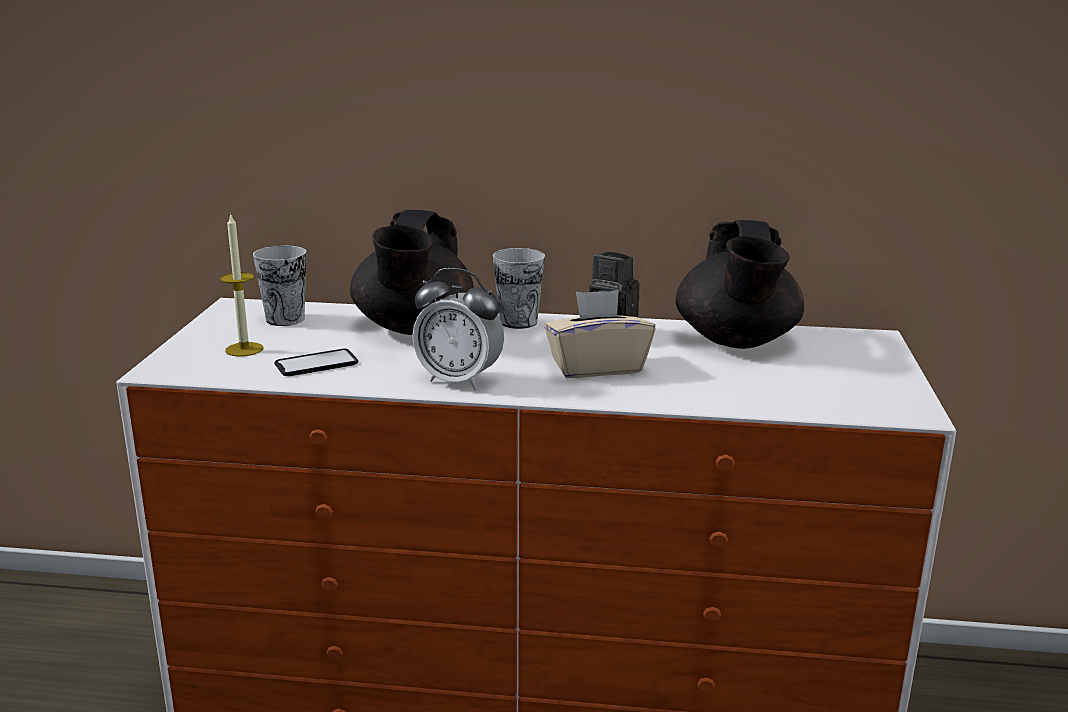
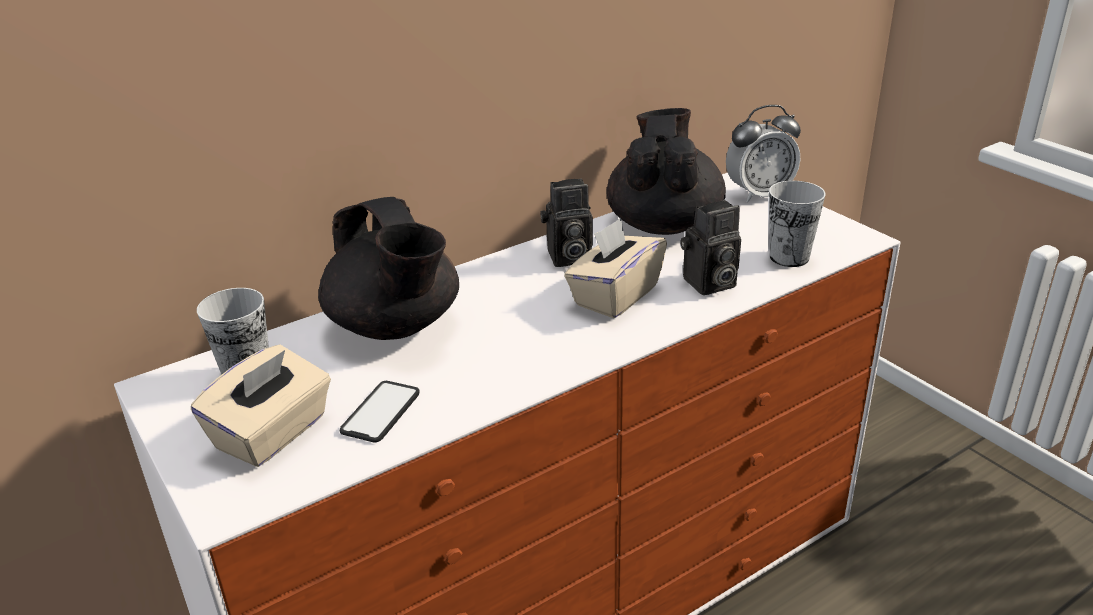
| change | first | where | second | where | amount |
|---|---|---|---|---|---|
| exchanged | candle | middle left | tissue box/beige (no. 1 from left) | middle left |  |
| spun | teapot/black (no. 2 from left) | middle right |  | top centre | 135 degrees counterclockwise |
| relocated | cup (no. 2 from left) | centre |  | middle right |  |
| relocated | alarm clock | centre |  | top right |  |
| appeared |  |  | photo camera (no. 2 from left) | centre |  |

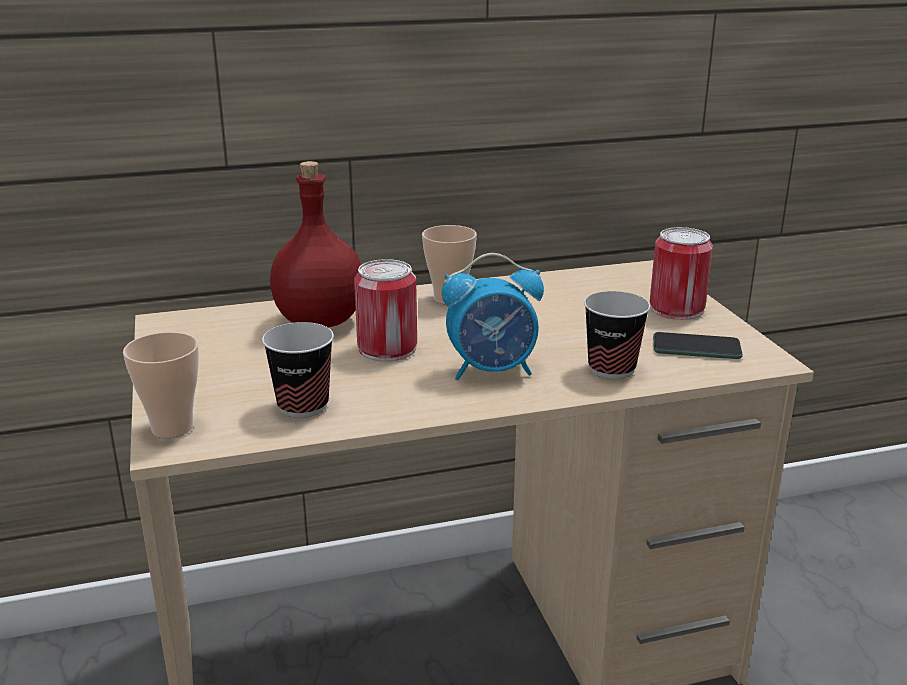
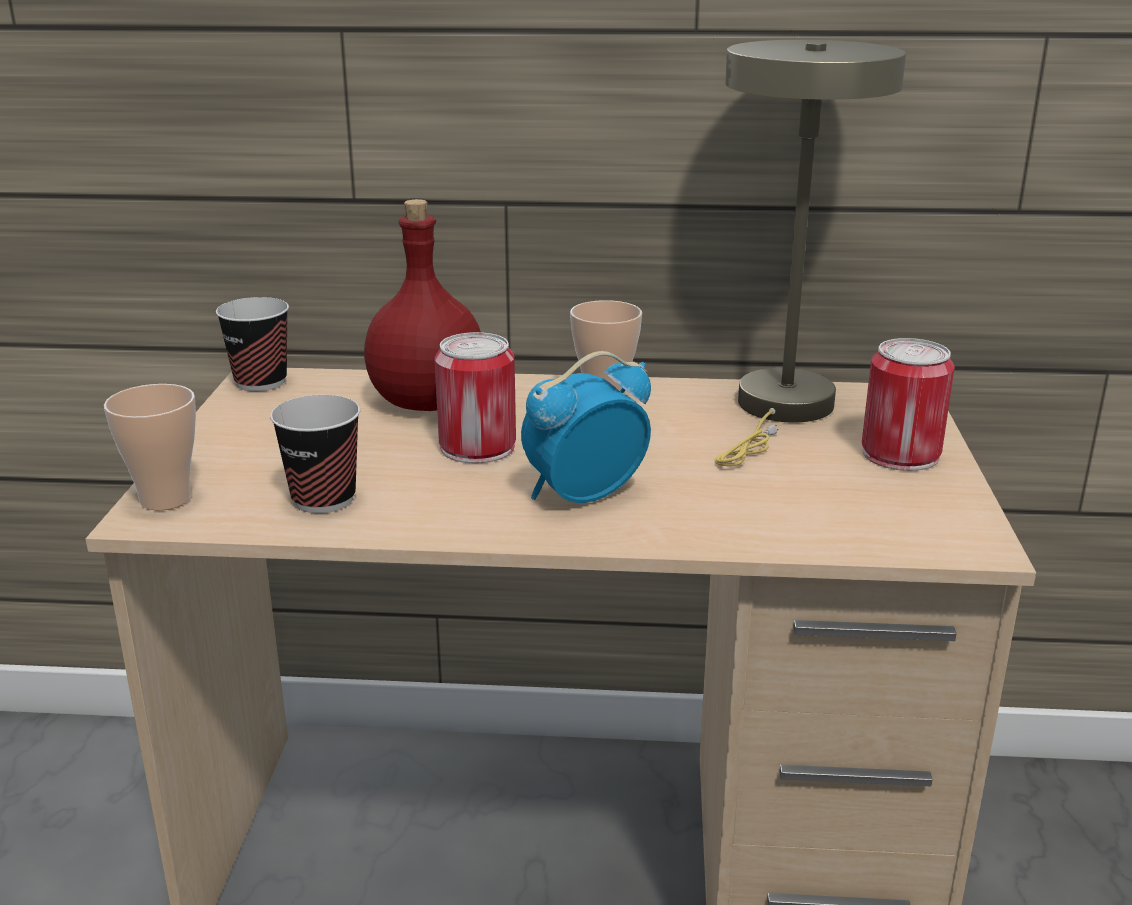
| change | first | where | second | where | amount |
|---|---|---|---|---|---|
| spun | alarm clock | centre |  | centre | 135 degrees clockwise |
| relocated | cup (no. 4 from left in the first image) | middle right | cup (no. 2 from left) | middle left |  |
| missing | phone | middle right |  |  |  |
| appeared |  |  | table lamp/beige | top right |  |

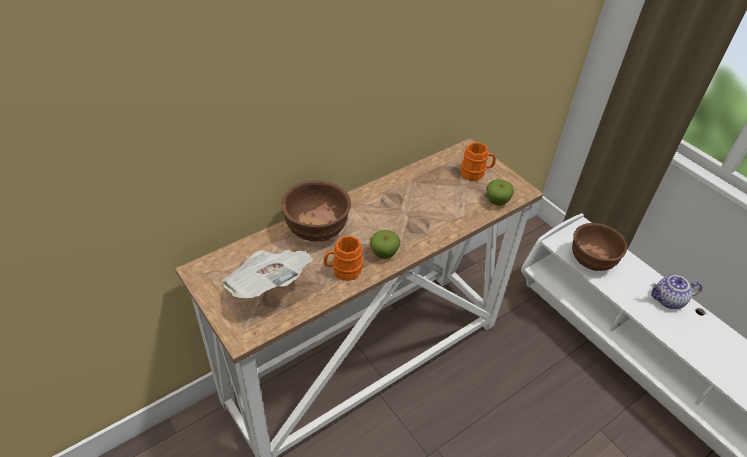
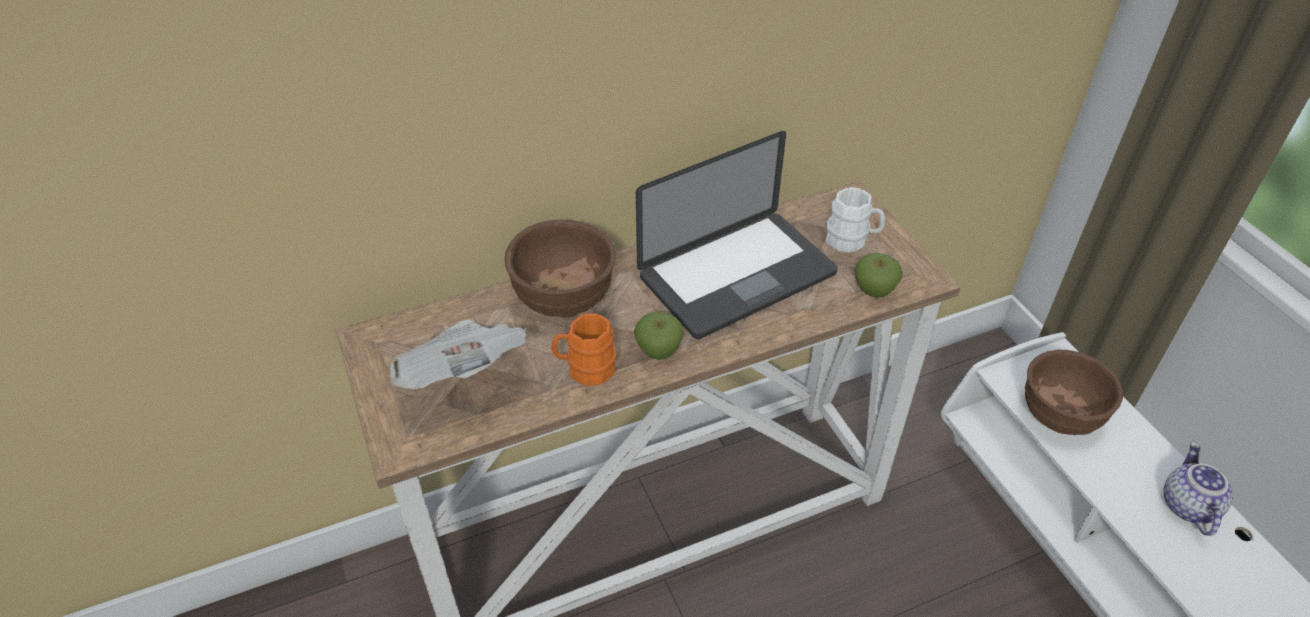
| change | first | where | second | where | amount |
|---|---|---|---|---|---|
| colour | mug/orange (no. 2 from left) | centre | mug/white | centre |  |
| spun | teapot | middle right |  | bottom right | 90 degrees clockwise |
| appeared |  |  | laptop | centre |  |

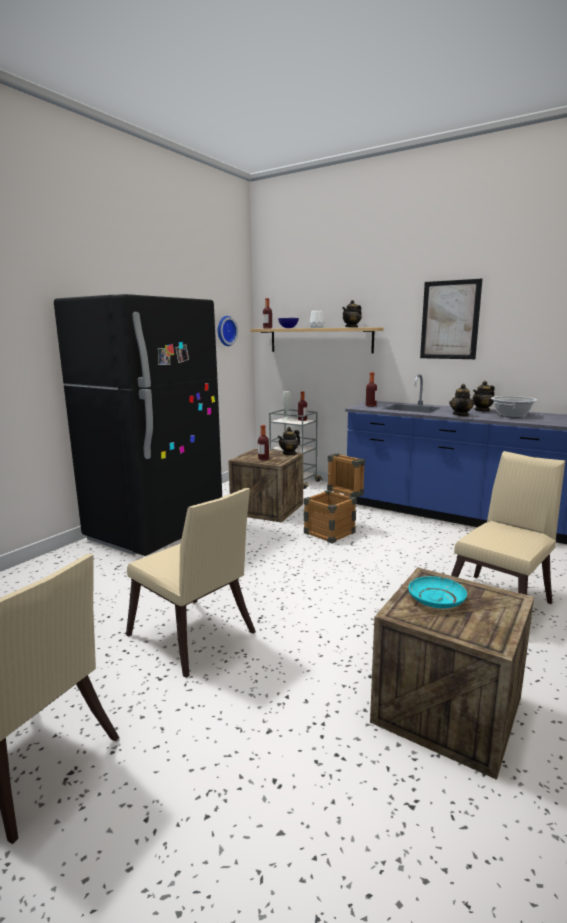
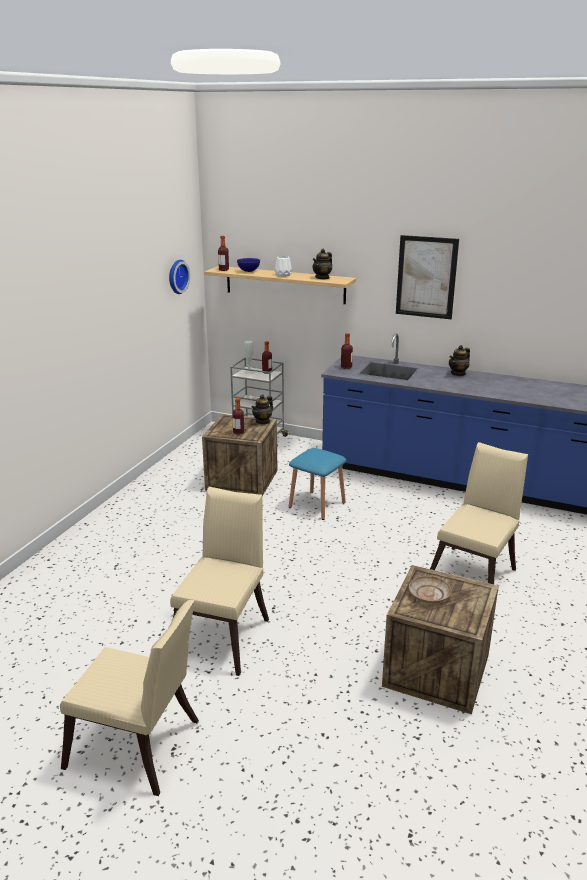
| change | first | where | second | where | amount |
|---|---|---|---|---|---|
| missing | fridge/black | middle left |  |  |  |
| missing | teapot (no. 3 from left) | middle right |  |  |  |
| missing | cooking pot | middle right |  |  |  |
| exchanged | crate (no. 2 from left) | centre | stool/blue | centre |  |
| spun | chair/beige (no. 2 from left) | centre |  | centre | 105 degrees counterclockwise |
| colour | plate/turquoise | middle right | plate/beige | bottom right |  |

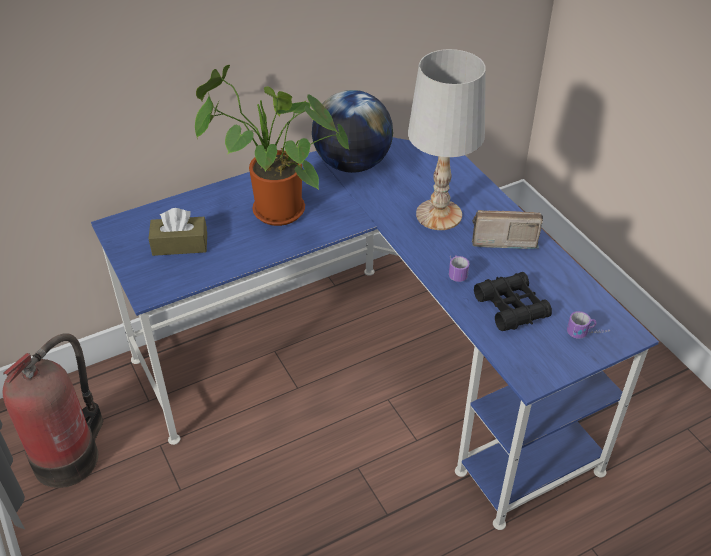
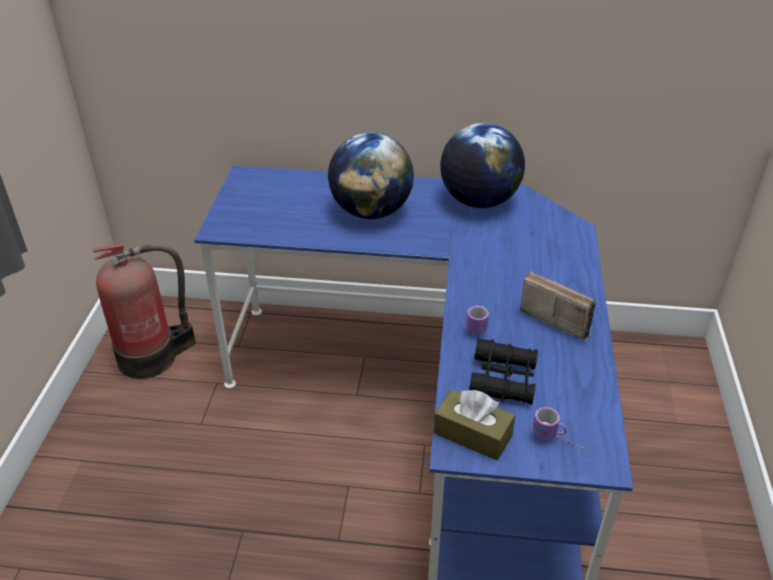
| change | first | where | second | where | amount |
|---|---|---|---|---|---|
| missing | table lamp/white | top centre |  |  |  |
| exchanged | potted plant | top centre | globe (no. 1 from left) | top centre |  |
| relocated | tissue box/brown | middle left |  | bottom centre |  |

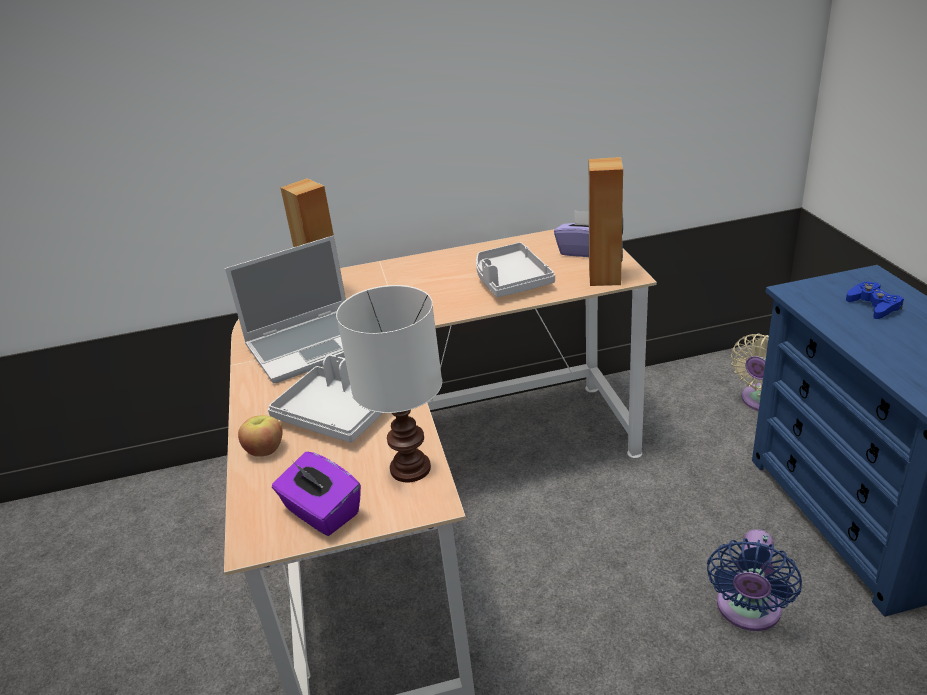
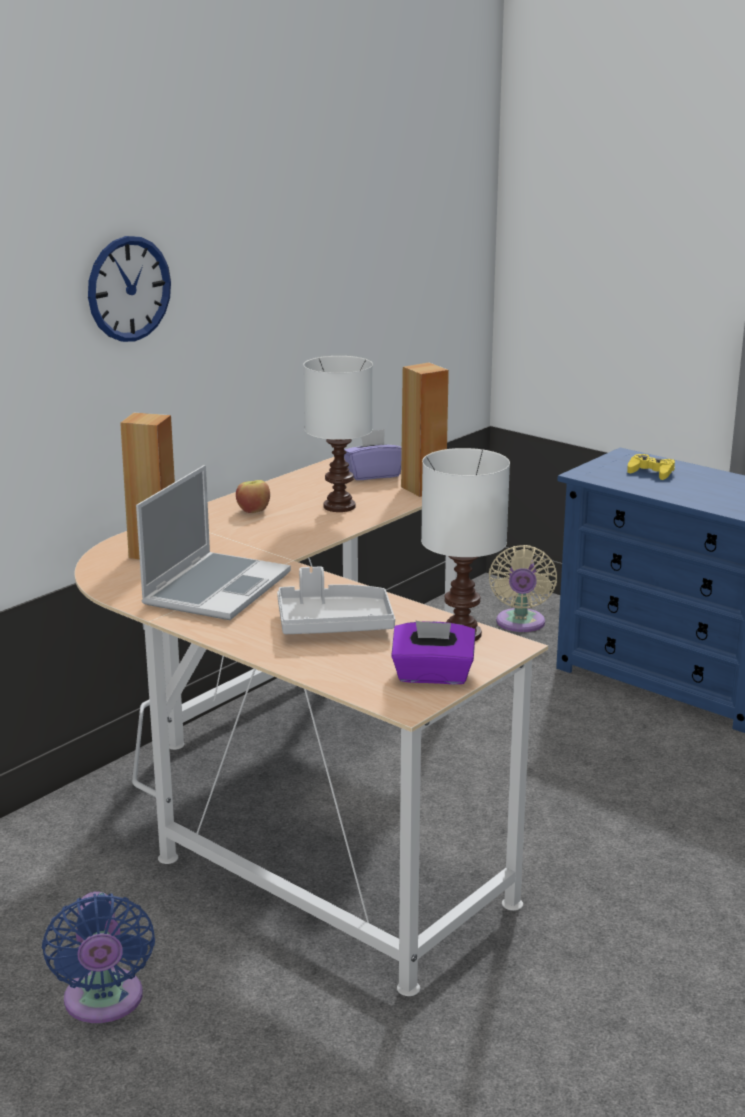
| change | first | where | second | where | amount |
|---|---|---|---|---|---|
| exchanged | tray/grey (no. 2 from left) | centre | table lamp/white (no. 1 from left) | centre |  |
| colour | game controller/blue | middle right | game controller/yellow | middle right |  |
| relocated | apple | middle left |  | centre |  |
| relocated | fan/blue | bottom right |  | bottom left |  |
| appeared |  |  | wall clock | top left |  |

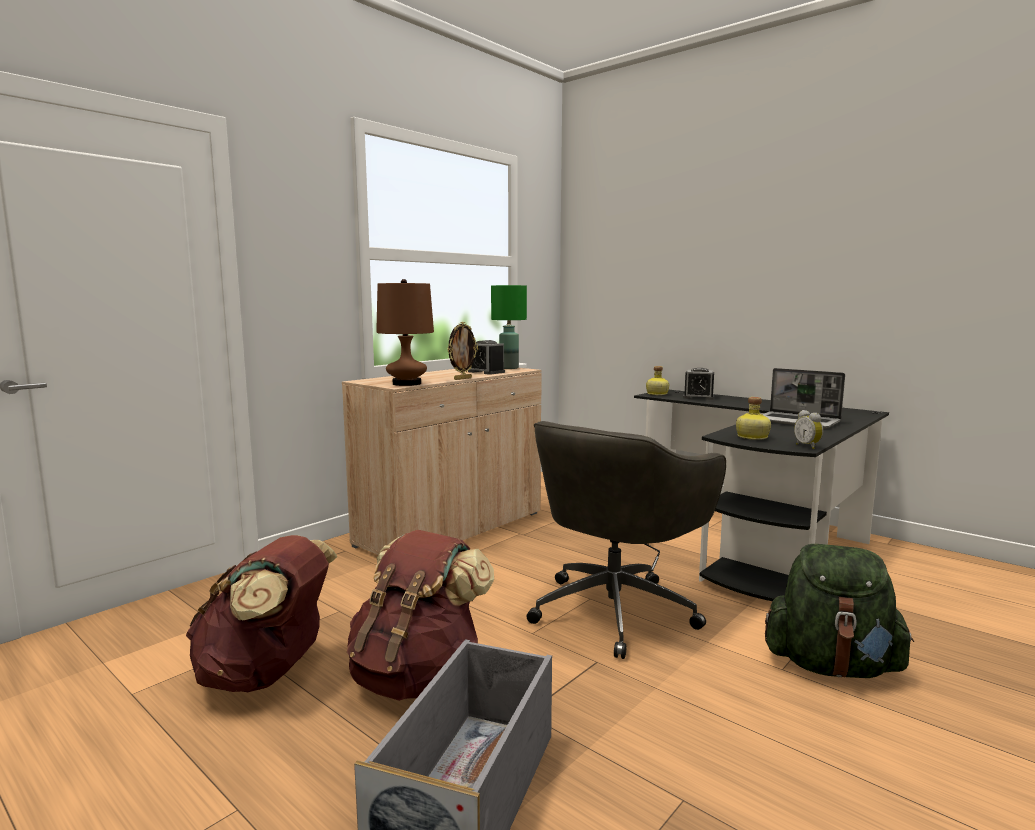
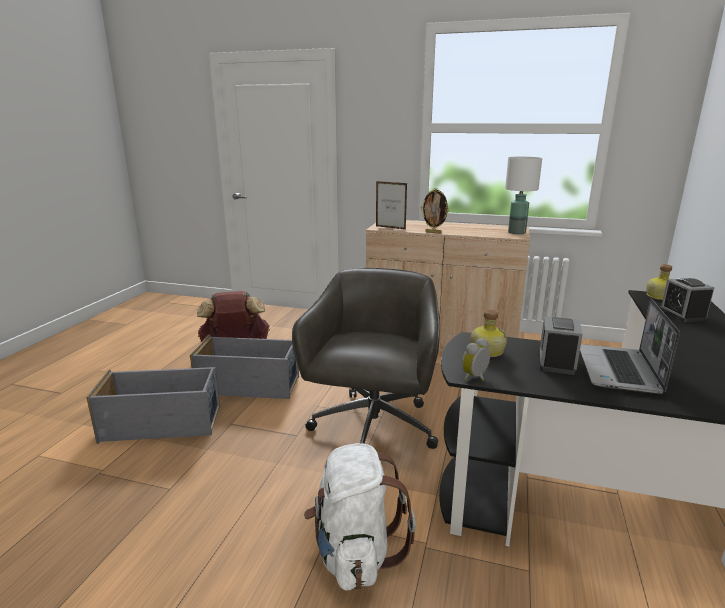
| change | first | where | second | where | amount |
|---|---|---|---|---|---|
| exchanged | table lamp/brown | centre | picture frame (no. 1 from left) | centre |  |
| colour | table lamp/green | centre | table lamp/white | top right |  |
| relocated | alarm clock (no. 1 from left in the first image) | centre | alarm clock (no. 2 from left) | middle right |  |
| spun | office chair/grey | centre |  | centre | 90 degrees clockwise |
| exchanged | backpack/brown (no. 2 from left) | bottom centre | storage box/grey (no. 2 from left) | centre |  |
| colour | backpack/green | bottom right | backpack/white | bottom centre |  |

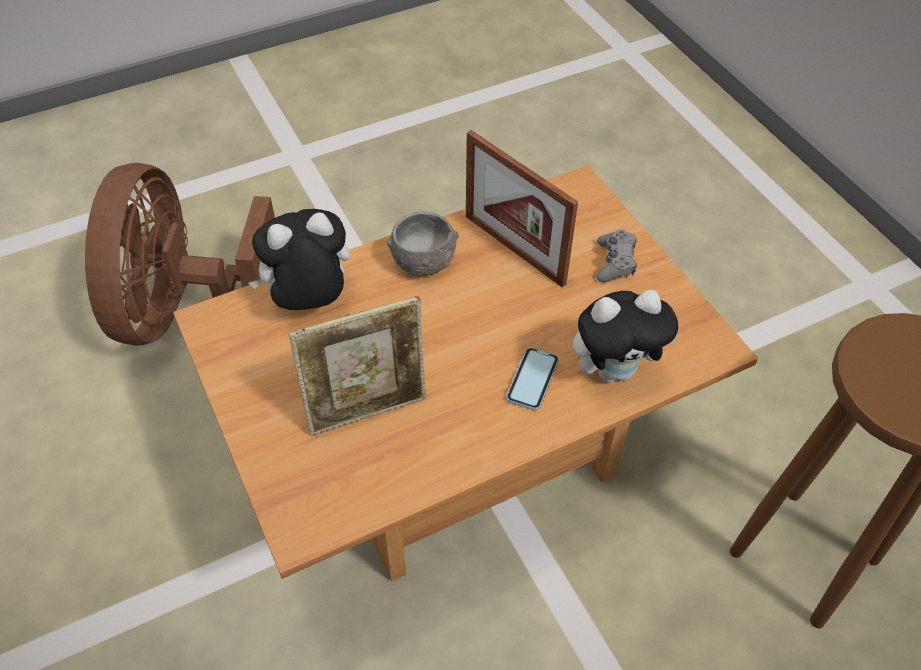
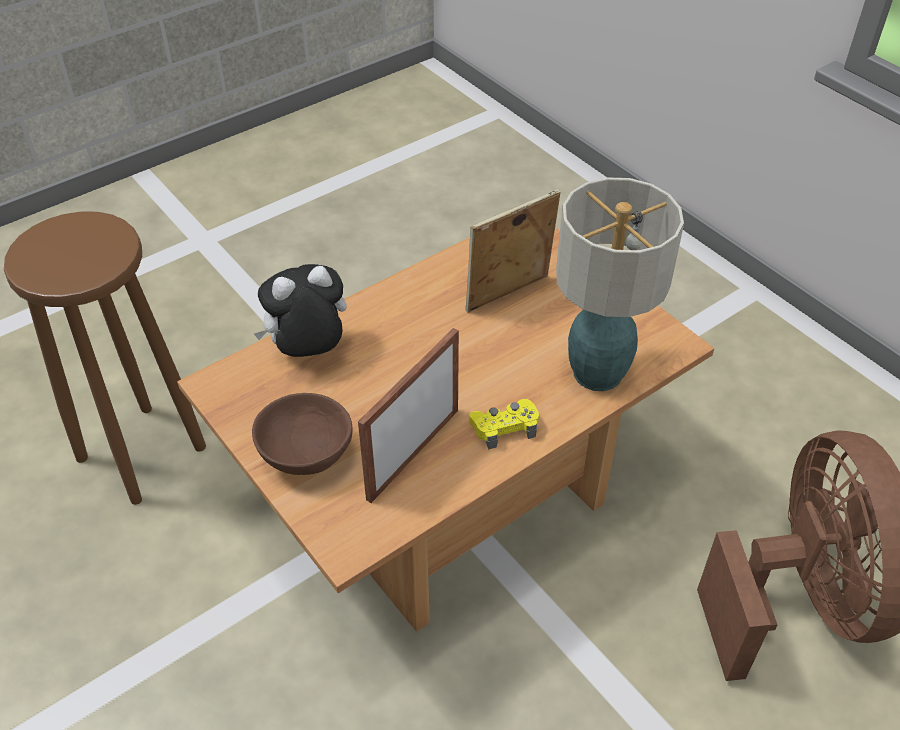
| change | first | where | second | where | amount |
|---|---|---|---|---|---|
| spun | picture frame (no. 2 from left in the first image) | top centre | picture frame (no. 1 from left) | centre | 90 degrees counterclockwise |
| exchanged | plush toy (no. 1 from left) | middle left | table lamp | middle right |  |
| exchanged | bowl/grey | centre | game controller/yellow | centre |  |
| exchanged | game controller/grey | middle right | bowl/brown | centre |  |
| missing | phone | centre |  |  |  |

